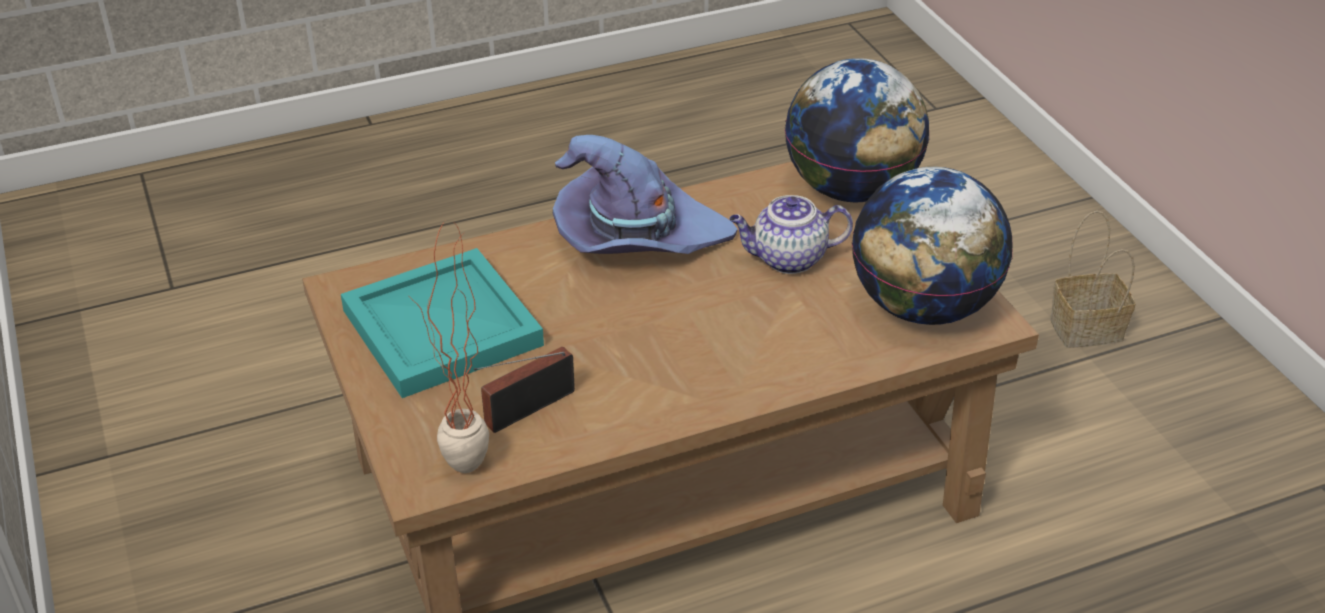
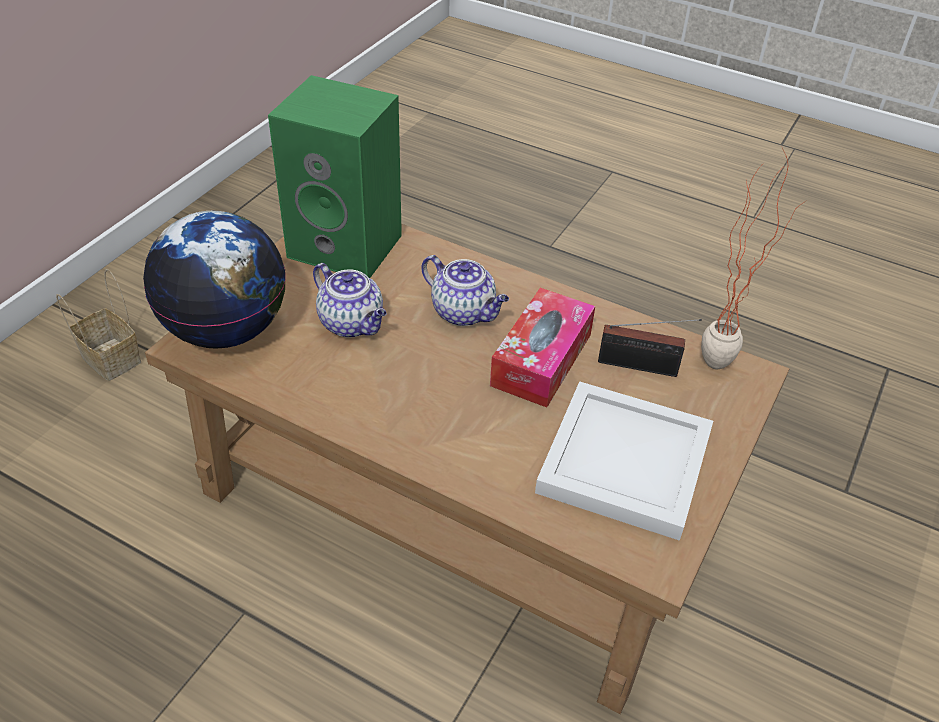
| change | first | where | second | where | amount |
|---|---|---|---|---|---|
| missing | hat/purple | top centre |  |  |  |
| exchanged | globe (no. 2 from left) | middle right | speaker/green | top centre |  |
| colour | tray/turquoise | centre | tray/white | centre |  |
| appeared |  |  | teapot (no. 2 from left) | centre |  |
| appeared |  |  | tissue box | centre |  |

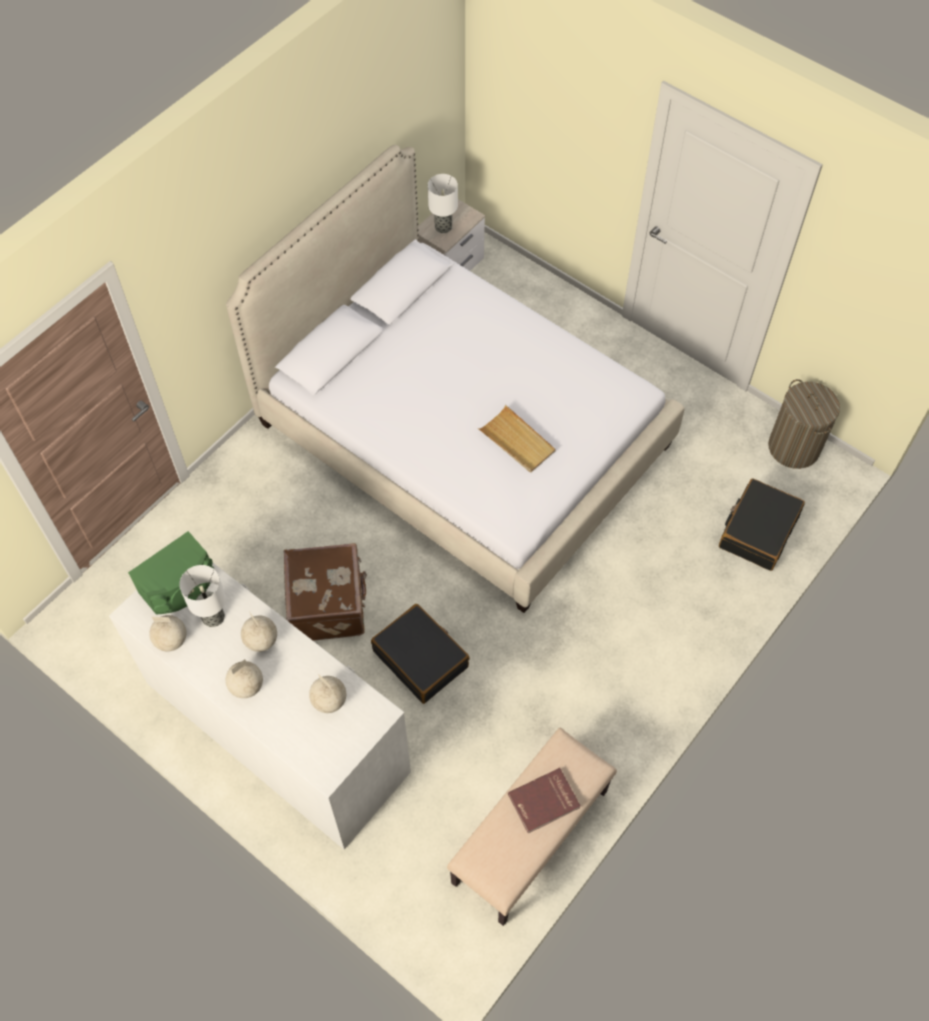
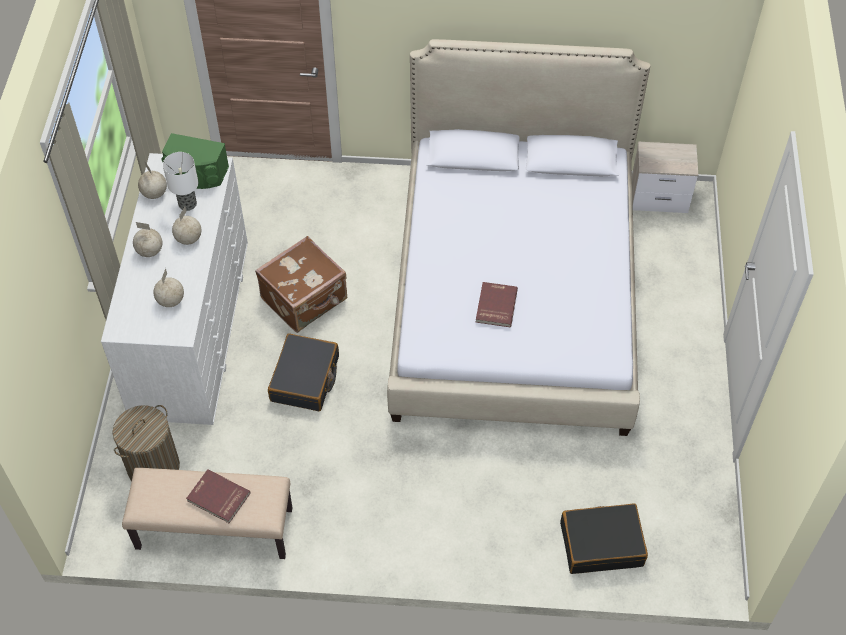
| change | first | where | second | where | amount |
|---|---|---|---|---|---|
| missing | table lamp (no. 2 from left) | top centre |  |  |  |
| relocated | laundry basket | middle right |  | bottom left |  |
| exchanged | tray/beige | centre | book/red (no. 2 from left) | centre |  |

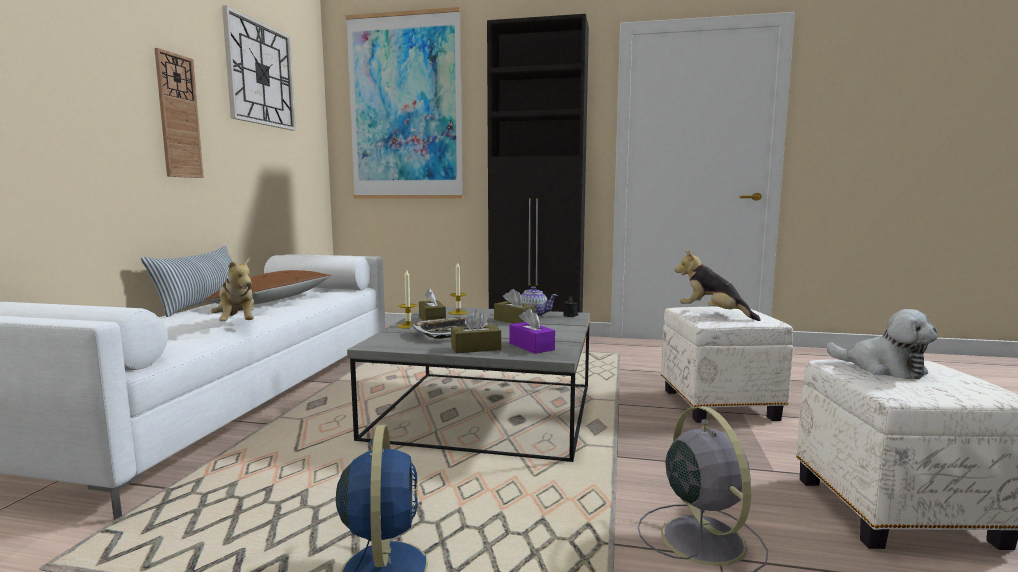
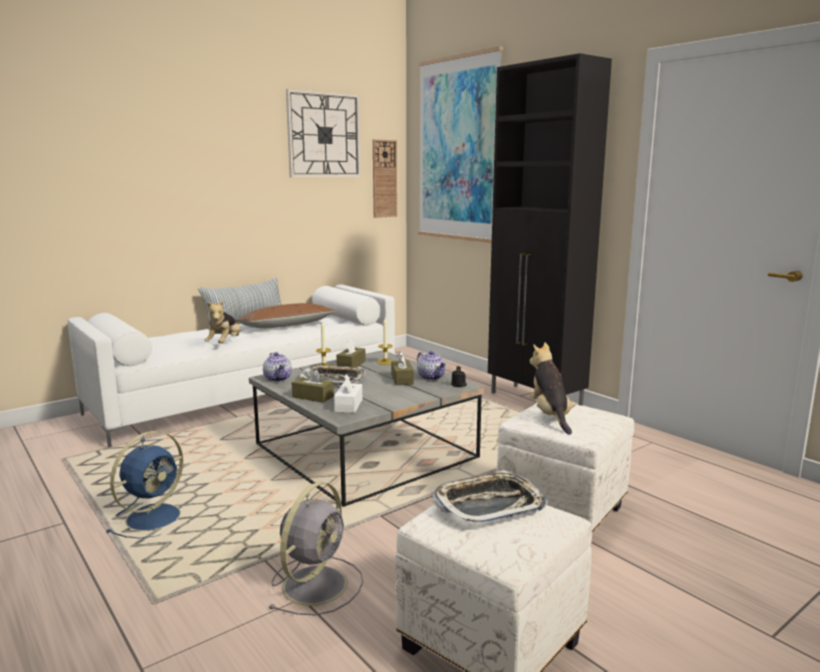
| change | first | where | second | where | amount |
|---|---|---|---|---|---|
| relocated | wall clock (no. 1 from left in the first image) | top left | wall clock (no. 2 from left) | top centre |  |
| colour | tissue box/purple | centre | tissue box/white | centre |  |
| exchanged | plush toy (no. 3 from left) | middle right | tray (no. 2 from left) | bottom centre |  |
| appeared |  |  | teapot (no. 1 from left) | centre |  |

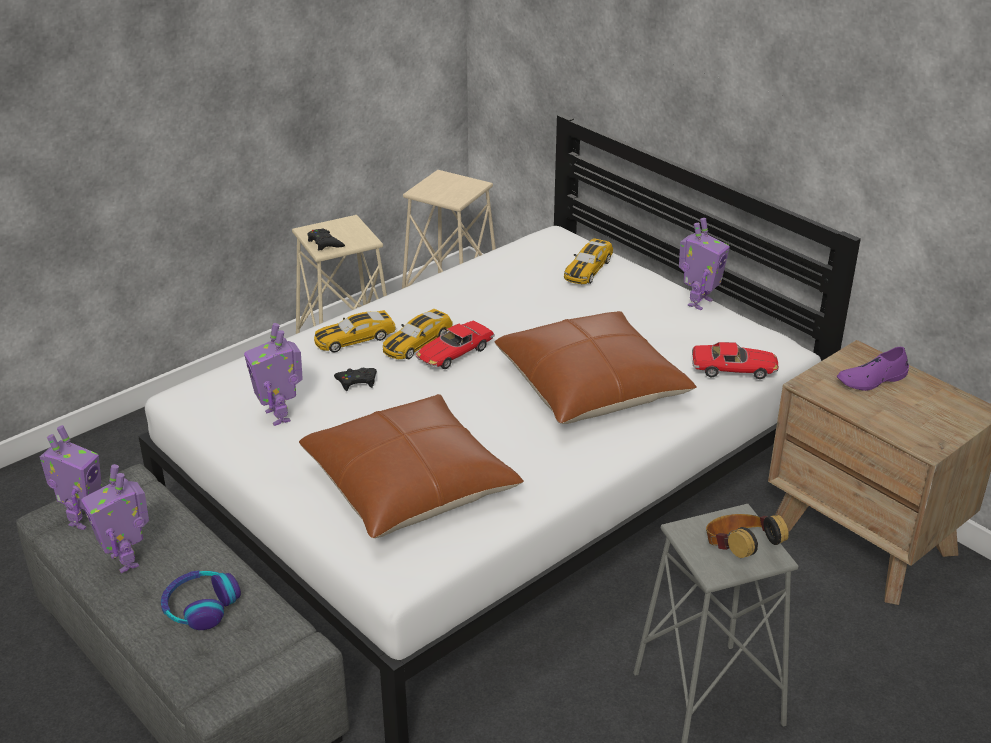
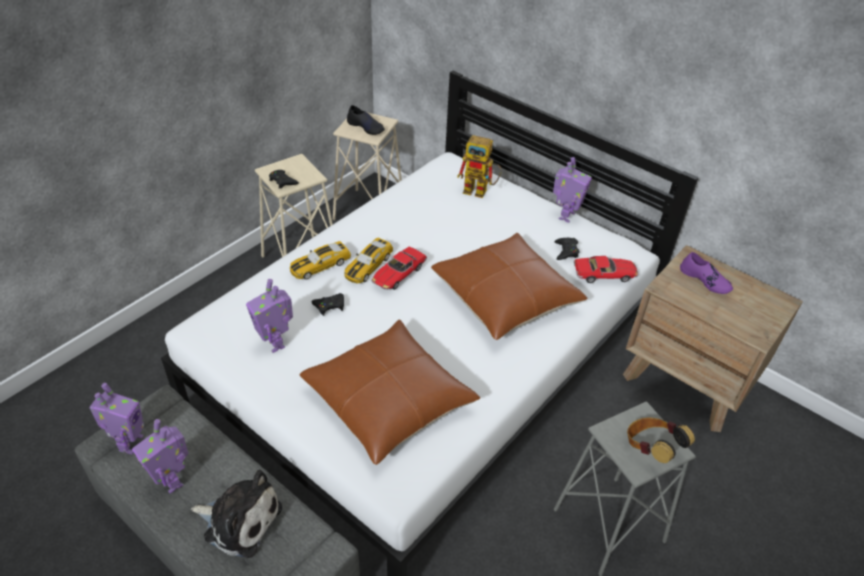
| change | first | where | second | where | amount |
|---|---|---|---|---|---|
| exchanged | toy car (no. 4 from left) | centre | toy robot (no. 4 from left) | top centre |  |
| spun | shoe/purple | middle right |  | middle right | 105 degrees counterclockwise |
| exchanged | headphones (no. 1 from left) | bottom left | plush toy | bottom left |  |
| appeared |  |  | shoe/black | top centre |  |
| appeared |  |  | game controller/black (no. 3 from left) | centre |  |

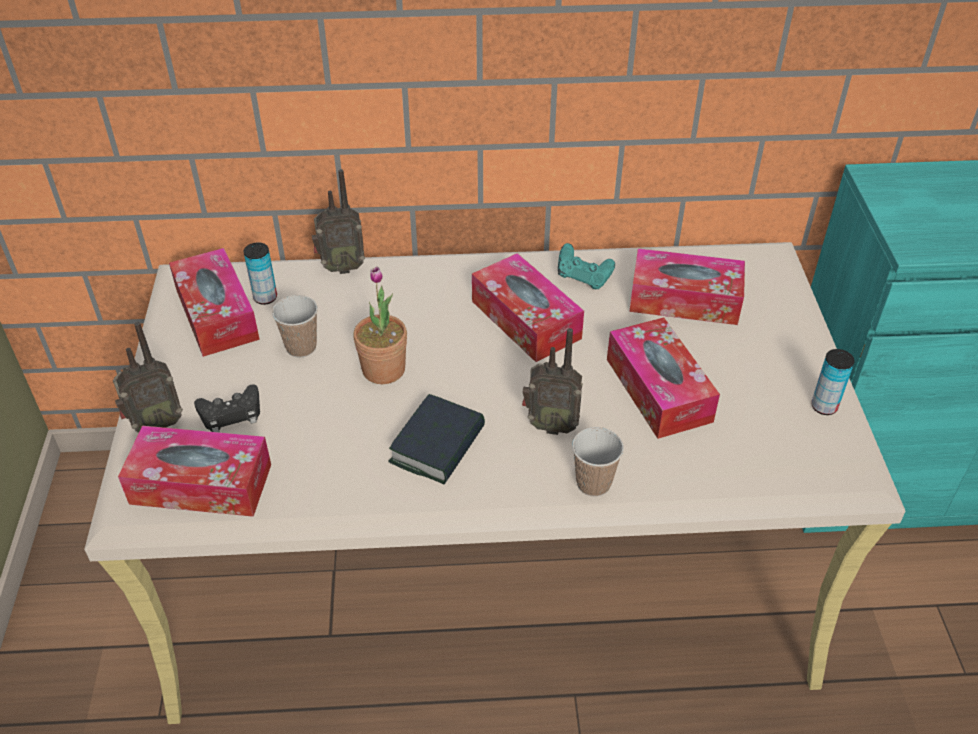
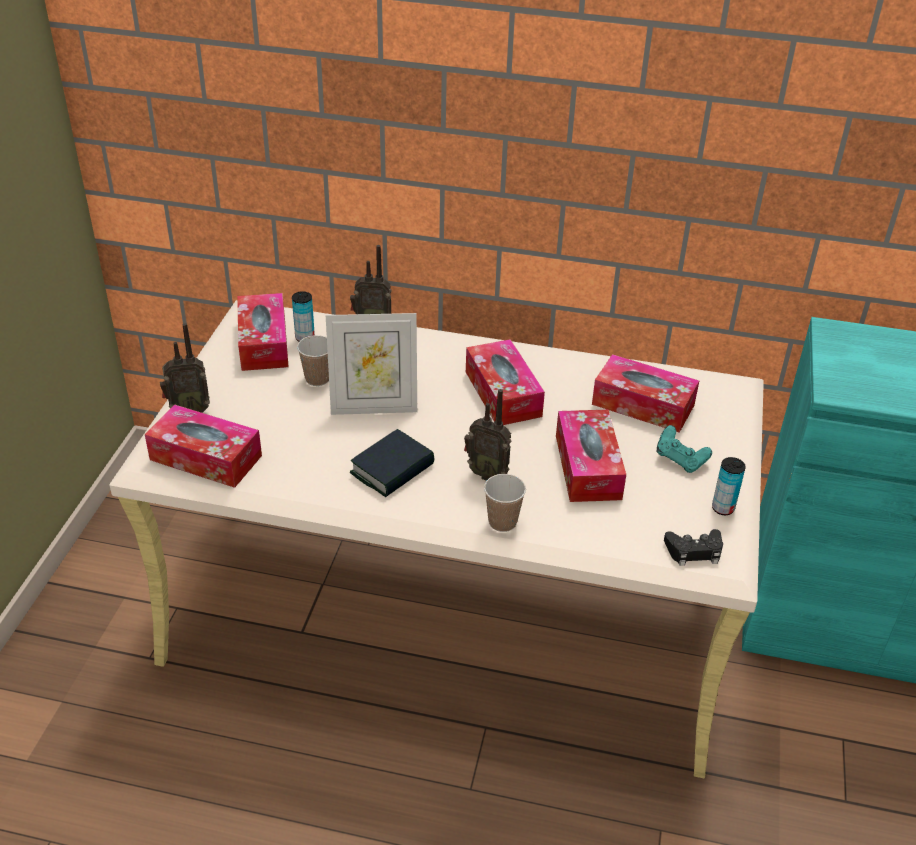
| change | first | where | second | where | amount |
|---|---|---|---|---|---|
| relocated | game controller/turquoise | centre |  | middle right |  |
| exchanged | potted plant | centre | picture frame | centre |  |
| relocated | game controller/black | middle left |  | middle right |  |

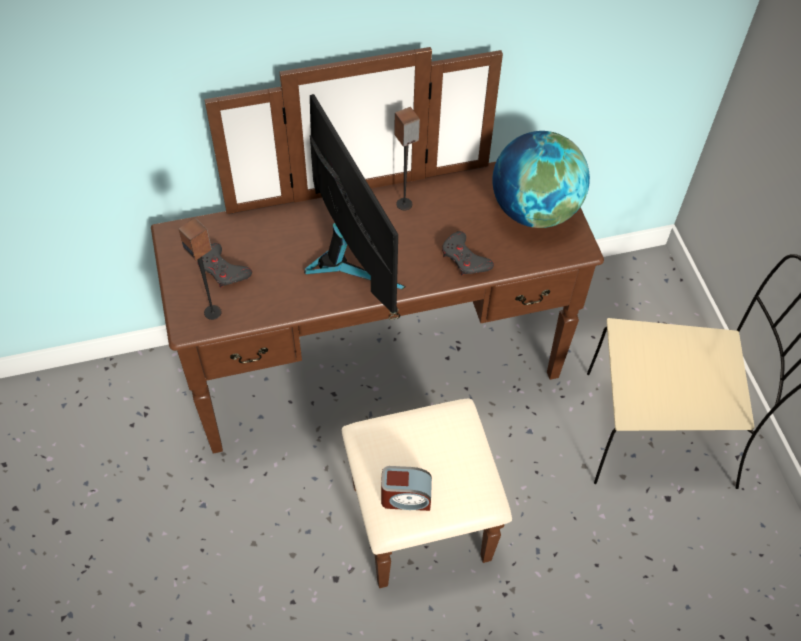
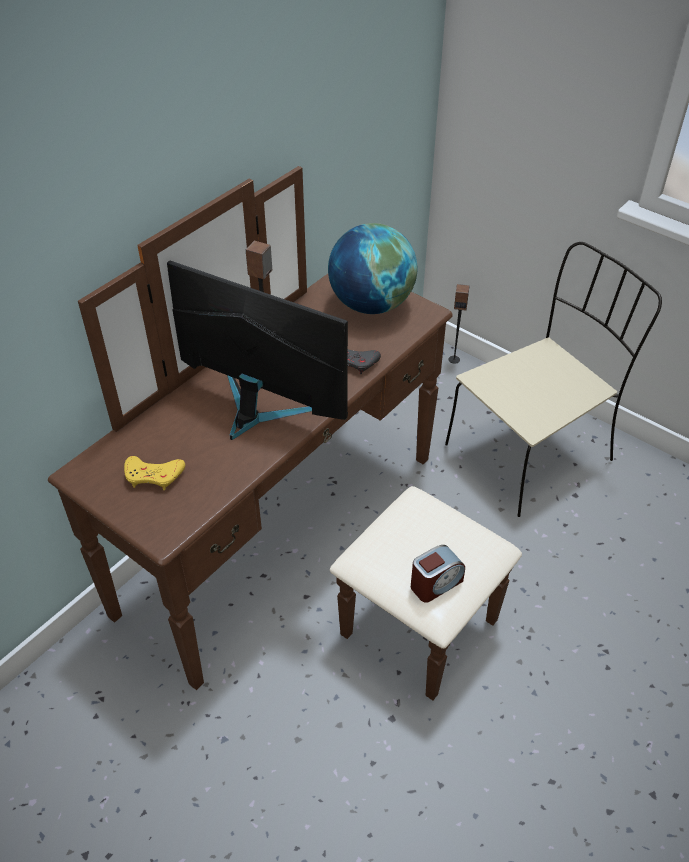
| change | first | where | second | where | amount |
|---|---|---|---|---|---|
| relocated | speaker (no. 1 from left in the first image) | middle left | speaker (no. 2 from left) | centre |  |
| colour | game controller/grey (no. 1 from left) | middle left | game controller/yellow | middle left |  |

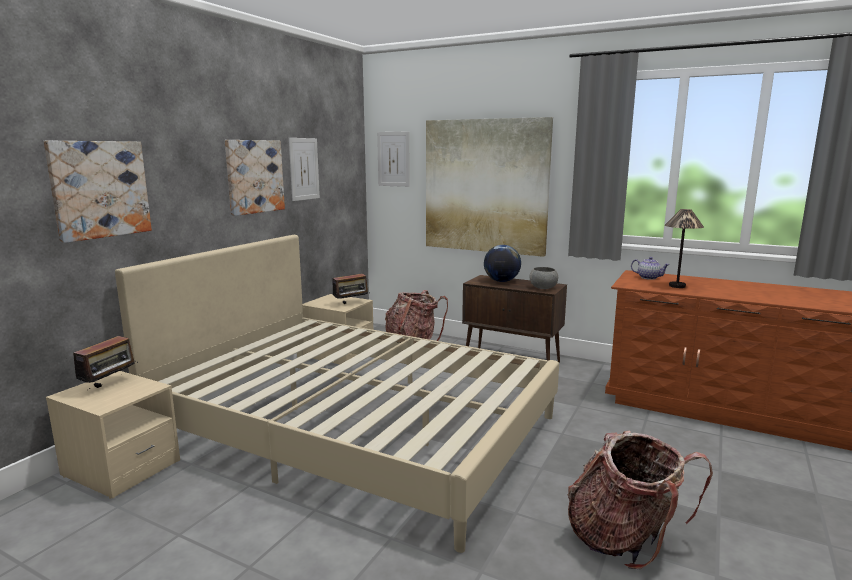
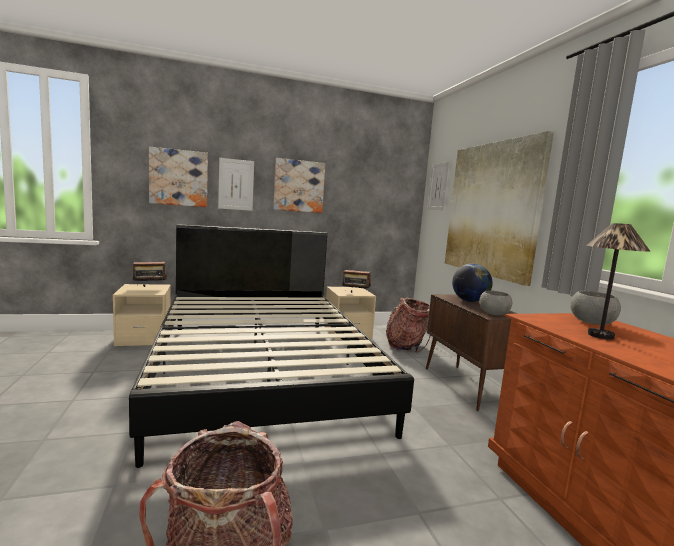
| change | first | where | second | where | amount |
|---|---|---|---|---|---|
| relocated | picture (no. 3 from left in the first image) | top centre | picture (no. 2 from left) | centre |  |
| colour | bed/beige | bottom centre | bed/black | centre |  |
| exchanged | teapot | middle right | bowl/grey (no. 2 from left) | middle right |  |

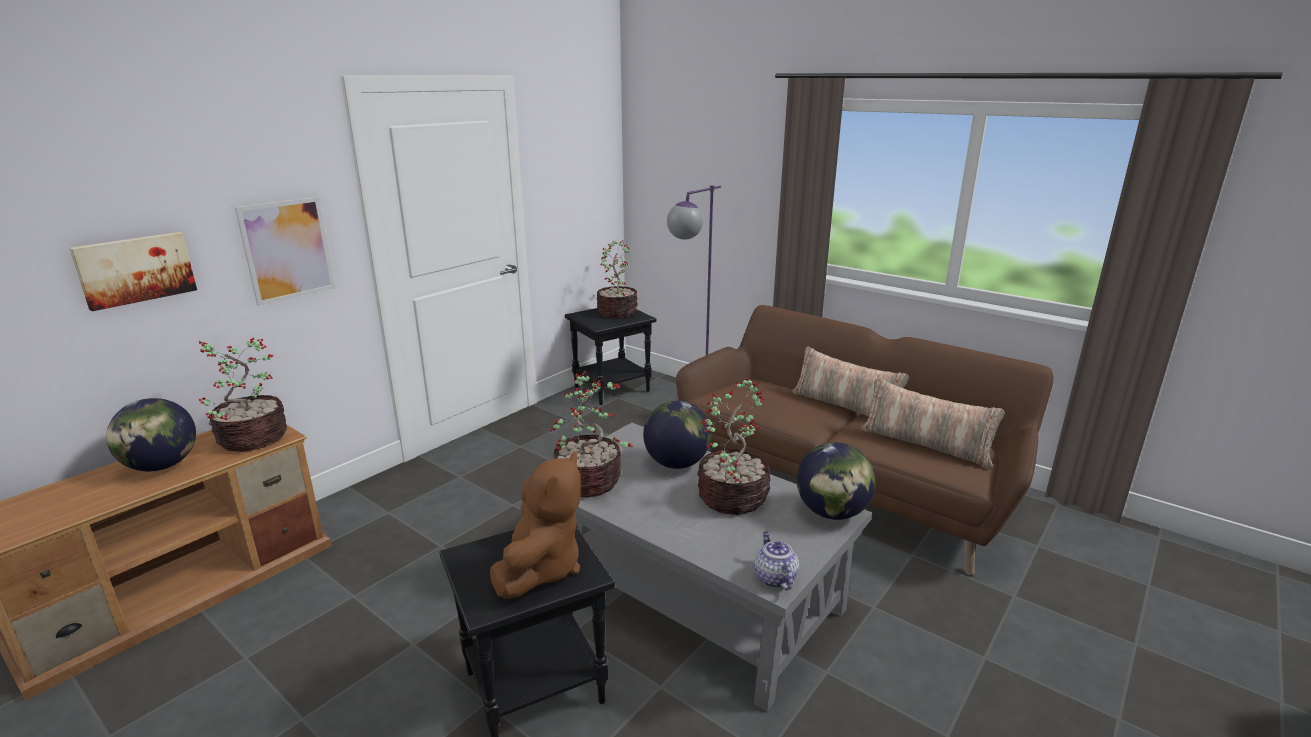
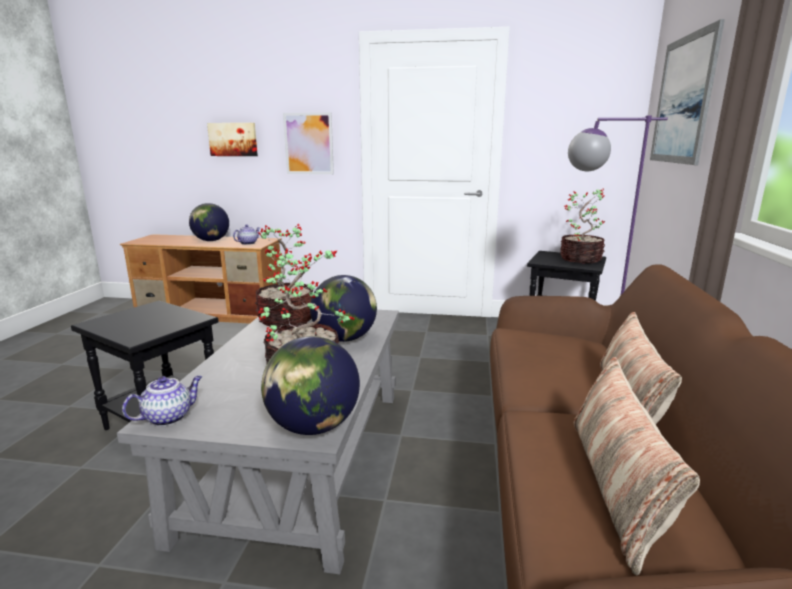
| change | first | where | second | where | amount |
|---|---|---|---|---|---|
| exchanged | potted plant (no. 1 from left) | middle left | teapot (no. 2 from left) | middle left |  |
| missing | plush toy/brown | bottom centre |  |  |  |
| appeared |  |  | picture (no. 3 from left) | top right |  |

